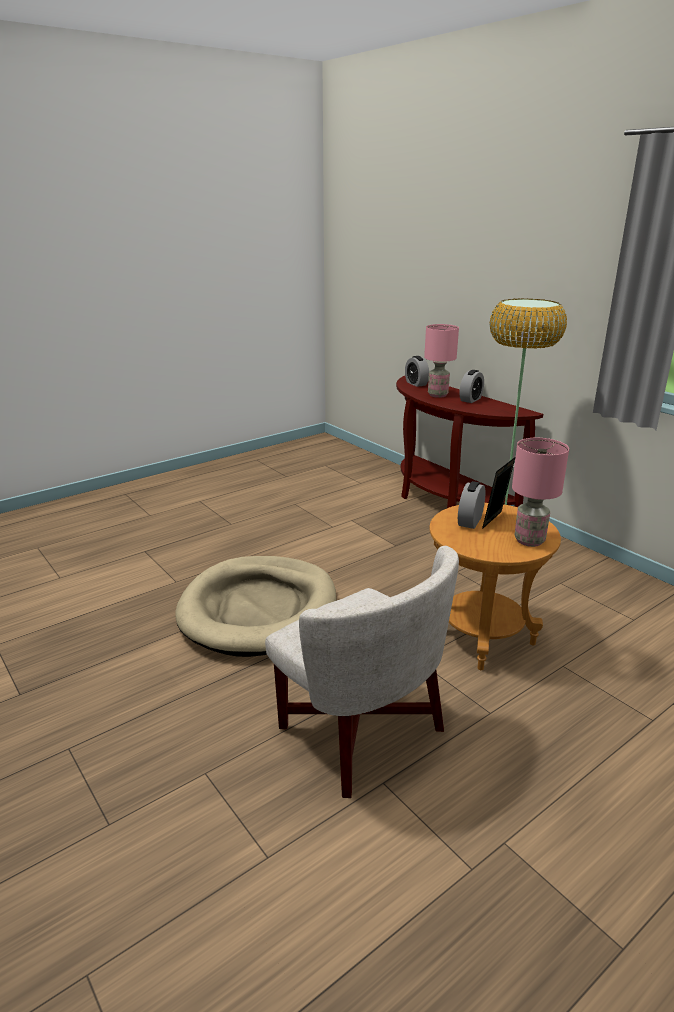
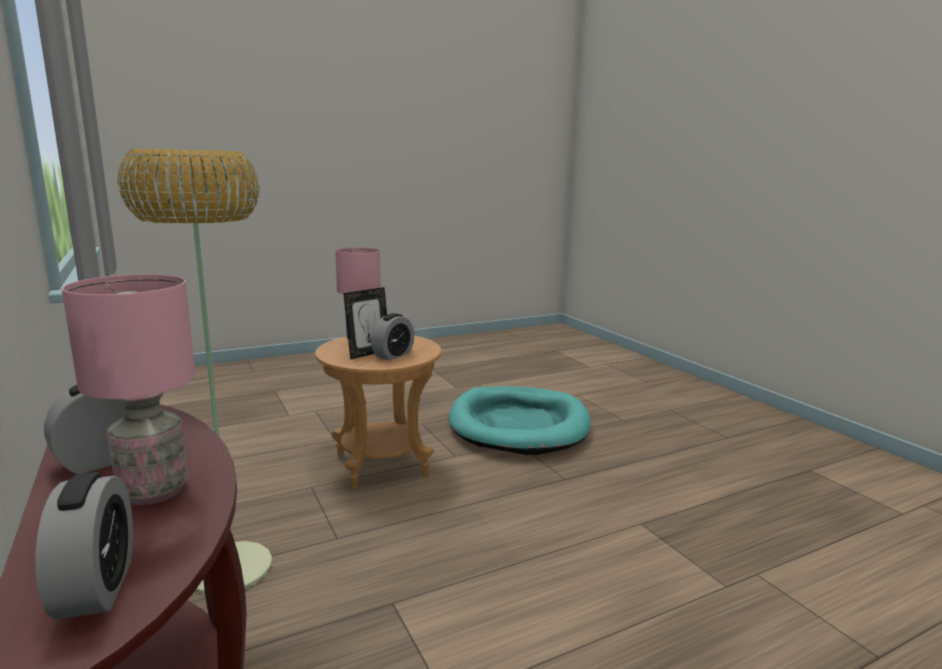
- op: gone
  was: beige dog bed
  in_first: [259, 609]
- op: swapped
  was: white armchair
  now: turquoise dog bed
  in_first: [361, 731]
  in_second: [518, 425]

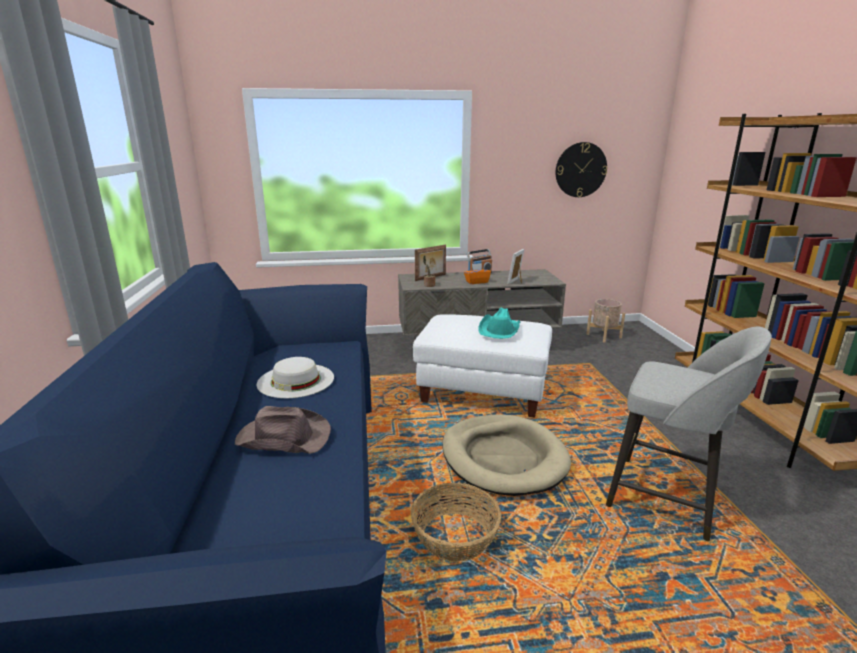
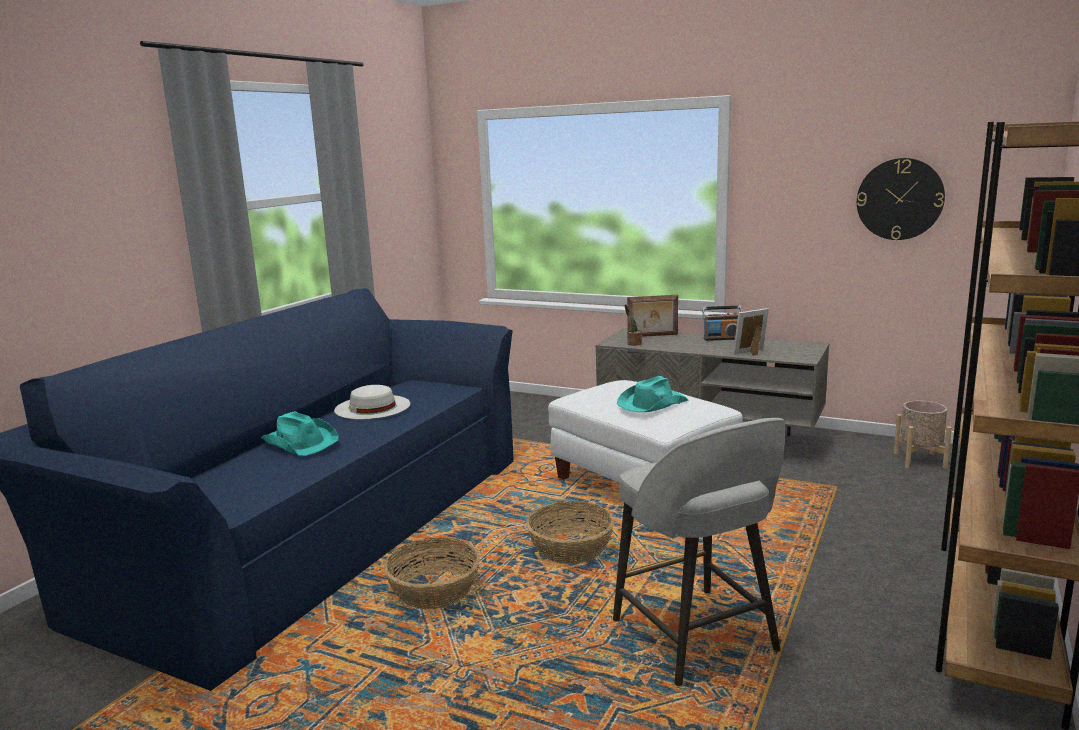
- op: gone
  was: orange tissue box
  in_first: [476, 282]
- op: swapped
  was: beige dog bed
  now: basket
  in_first: [503, 458]
  in_second: [570, 548]
- op: repainted
  was: brown hat
  now: turquoise hat
  in_first: [283, 437]
  in_second: [300, 442]

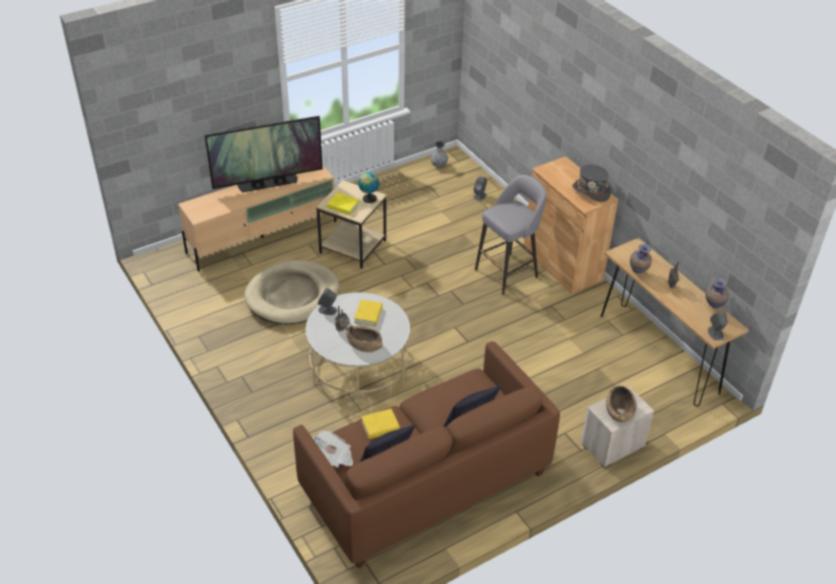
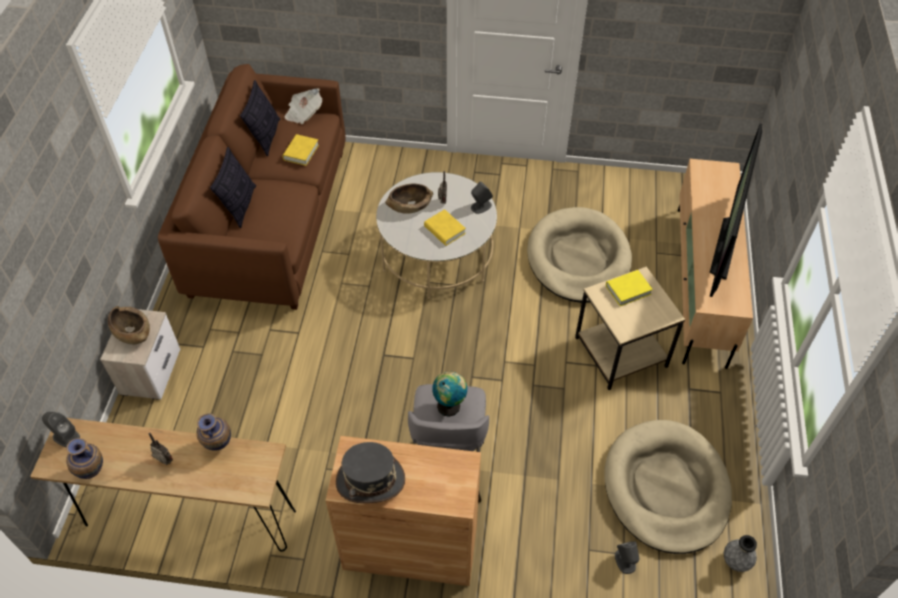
- op: new
  now: beige dog bed
  in_second: [666, 488]
- op: shifted
  was: globe
  in_first: [368, 198]
  in_second: [450, 405]

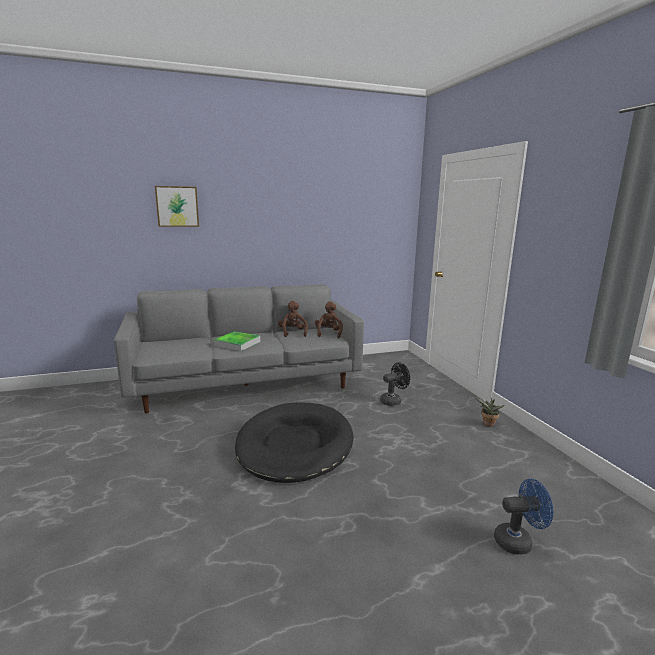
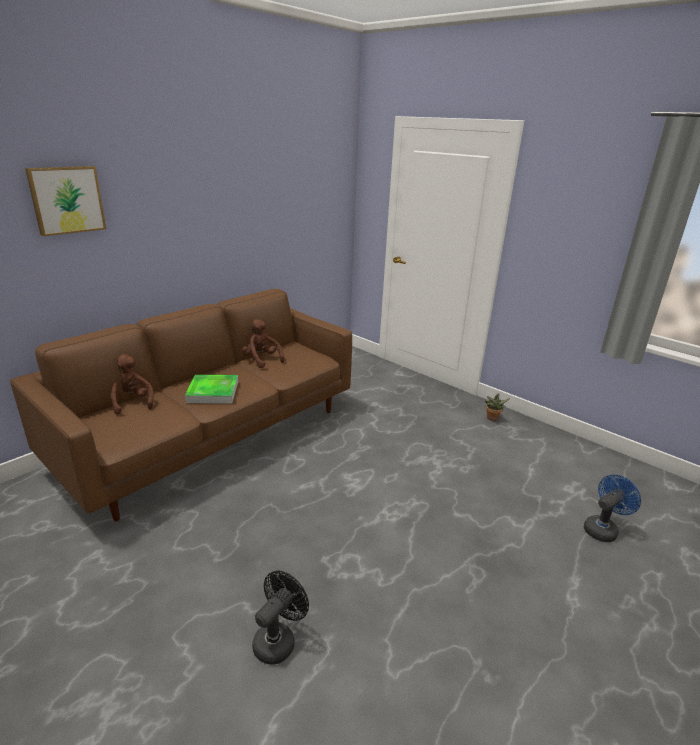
- op: gone
  was: black dog bed
  in_first: [295, 445]
- op: shifted
  was: brown plush toy
  in_first: [328, 333]
  in_second: [131, 402]
- op: shifted
  was: black fan
  in_first: [393, 401]
  in_second: [278, 639]
- op: repainted
  was: grey sofa
  now: brown sofa
  in_first: [246, 385]
  in_second: [213, 438]

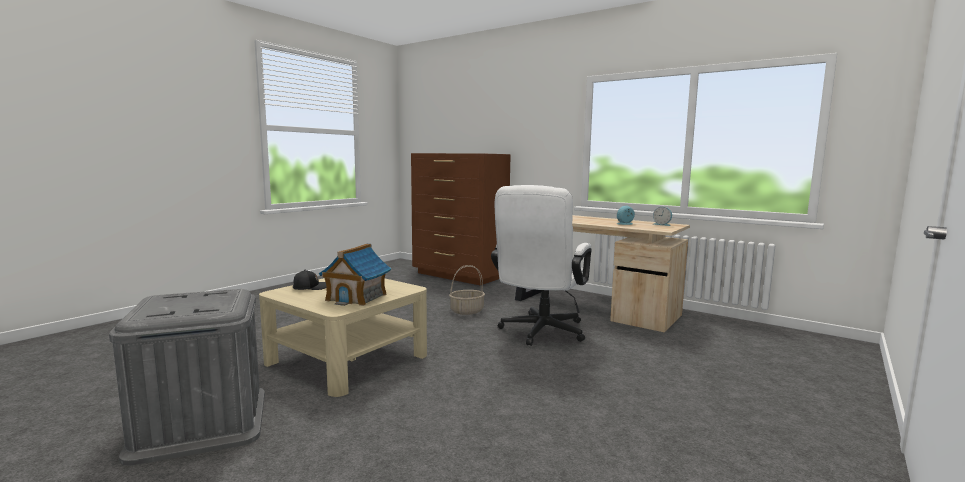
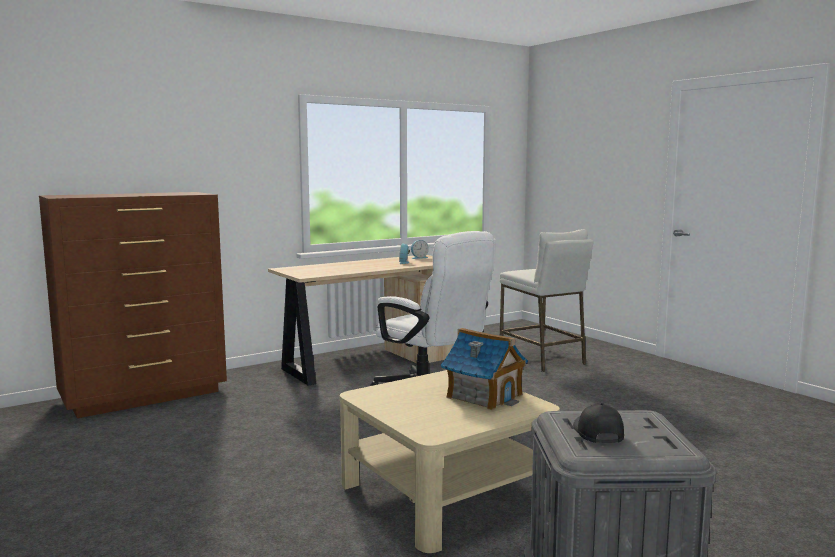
- op: gone
  was: basket
  in_first: [467, 311]
- op: new
  now: white stool
  in_second: [542, 359]
- op: shifted
  was: black cap
  in_first: [311, 287]
  in_second: [596, 433]

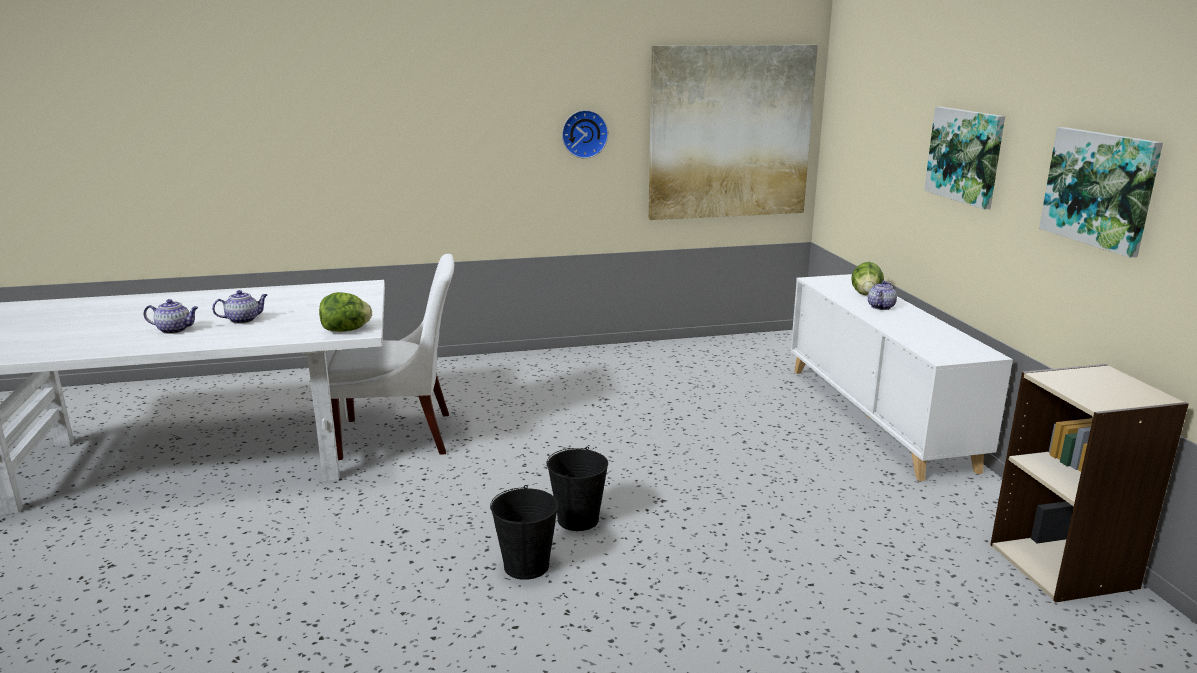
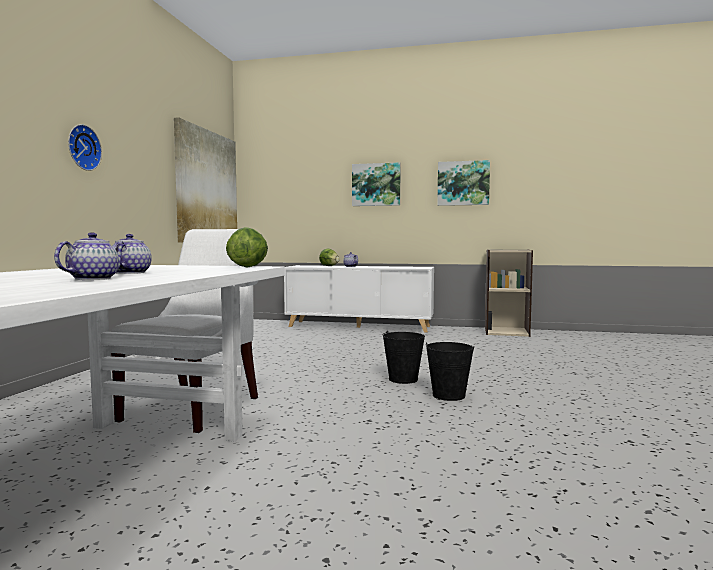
- op: shifted
  was: wall clock
  in_first: [584, 133]
  in_second: [82, 147]

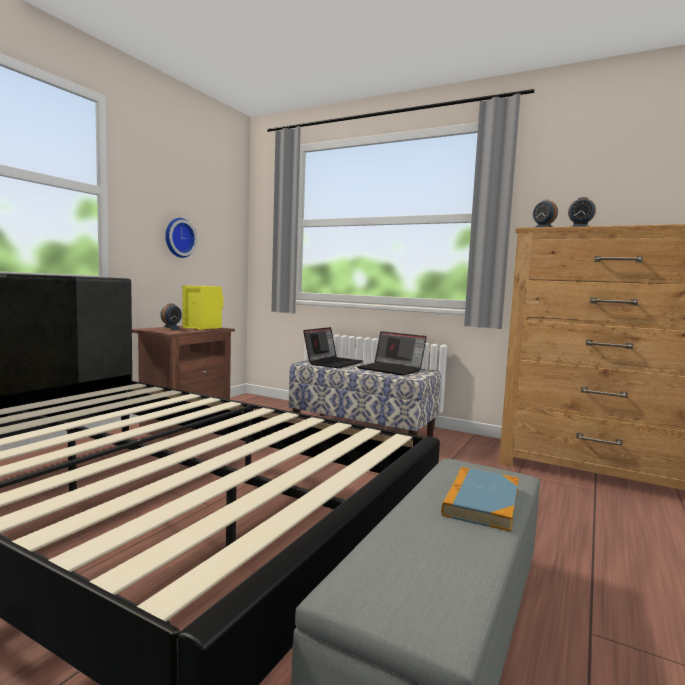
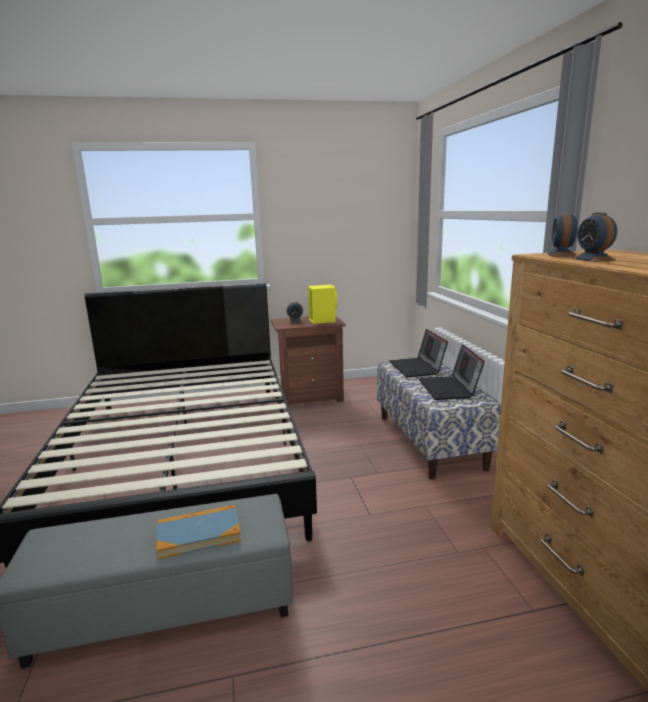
- op: gone
  was: wall clock
  in_first: [178, 238]
- op: rotated
  was: laptop
  in_first: [333, 363]
  in_second: [417, 368]
  clockwise: 90

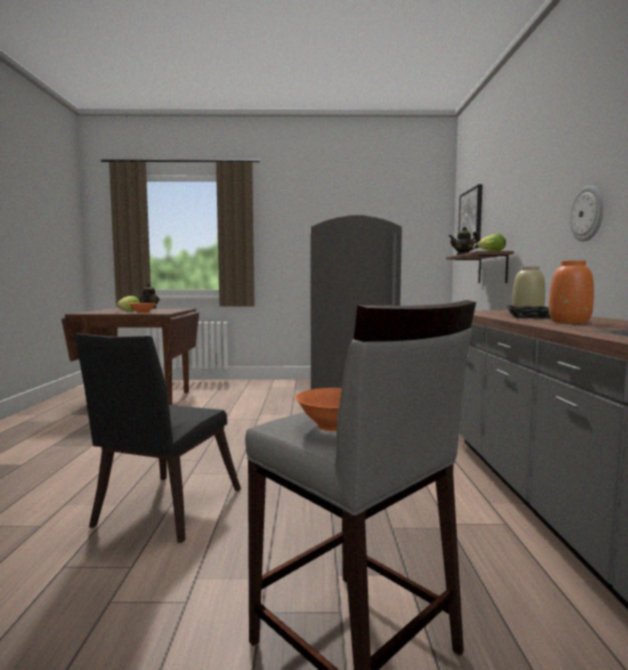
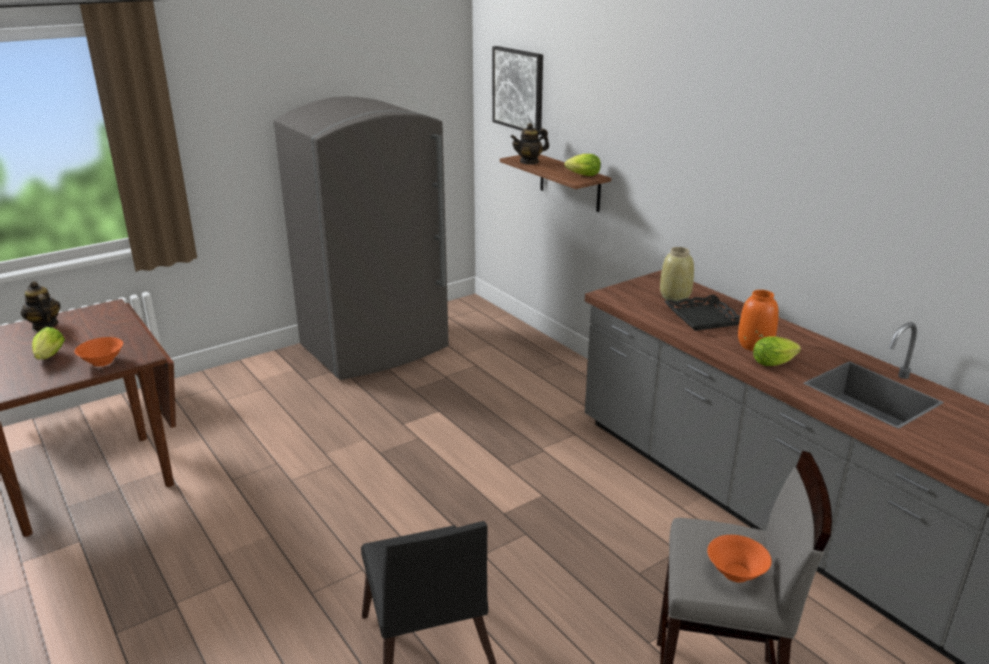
- op: gone
  was: wall clock
  in_first: [588, 214]
- op: new
  now: lettuce
  in_second: [775, 363]

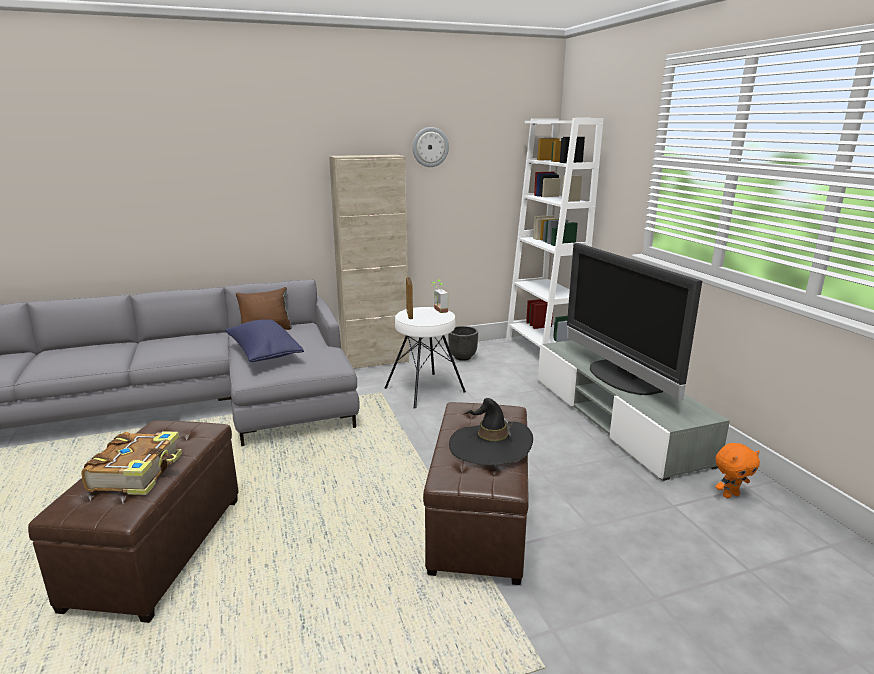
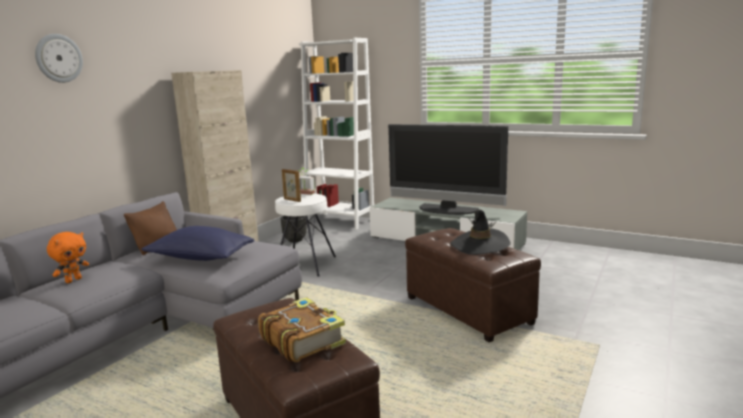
- op: shifted
  was: wall clock
  in_first: [430, 147]
  in_second: [58, 58]
- op: shifted
  was: orange plush toy
  in_first: [730, 495]
  in_second: [73, 280]

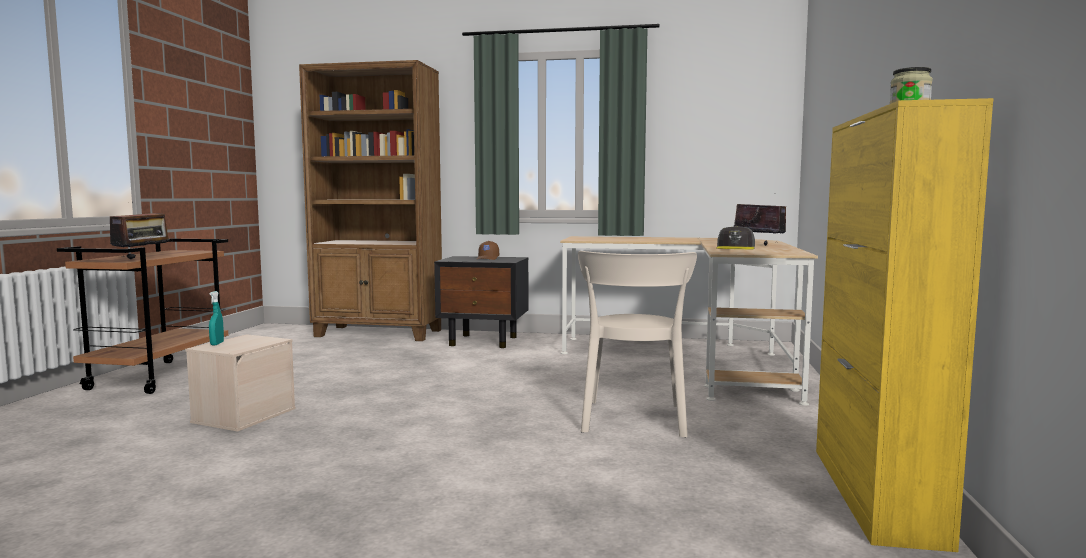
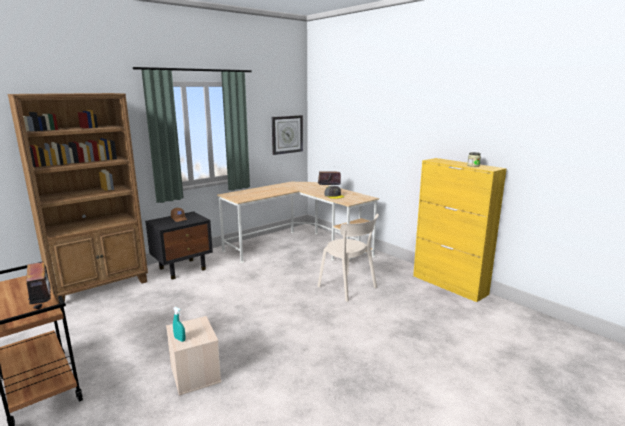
- op: new
  now: wall clock
  in_second: [287, 134]

